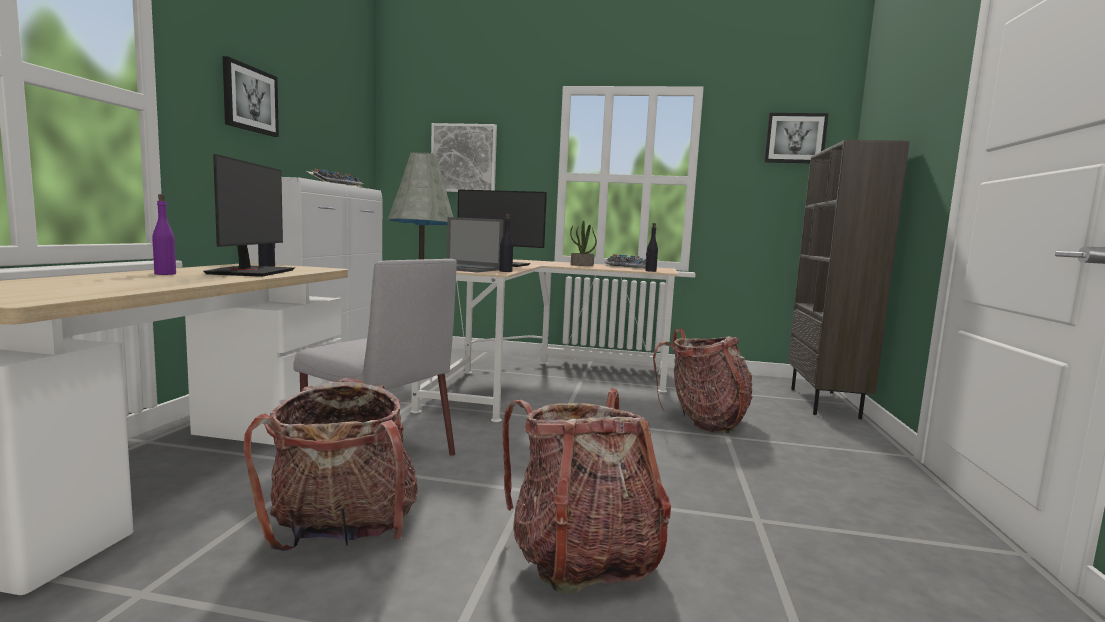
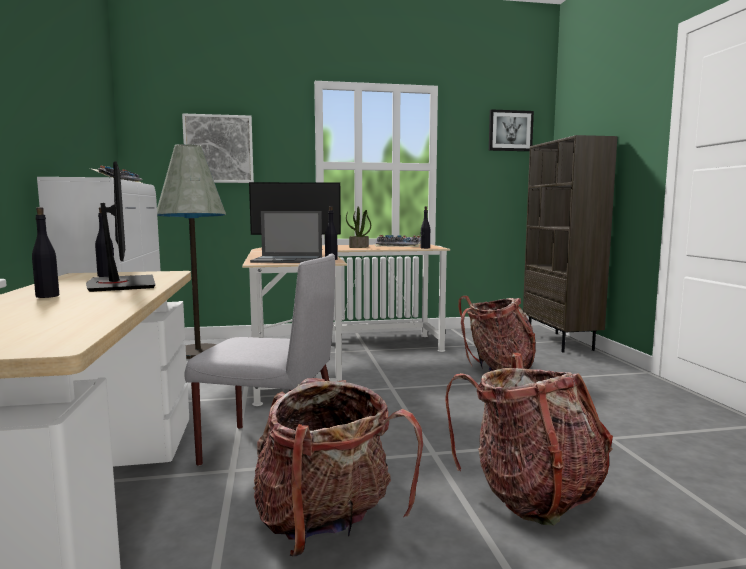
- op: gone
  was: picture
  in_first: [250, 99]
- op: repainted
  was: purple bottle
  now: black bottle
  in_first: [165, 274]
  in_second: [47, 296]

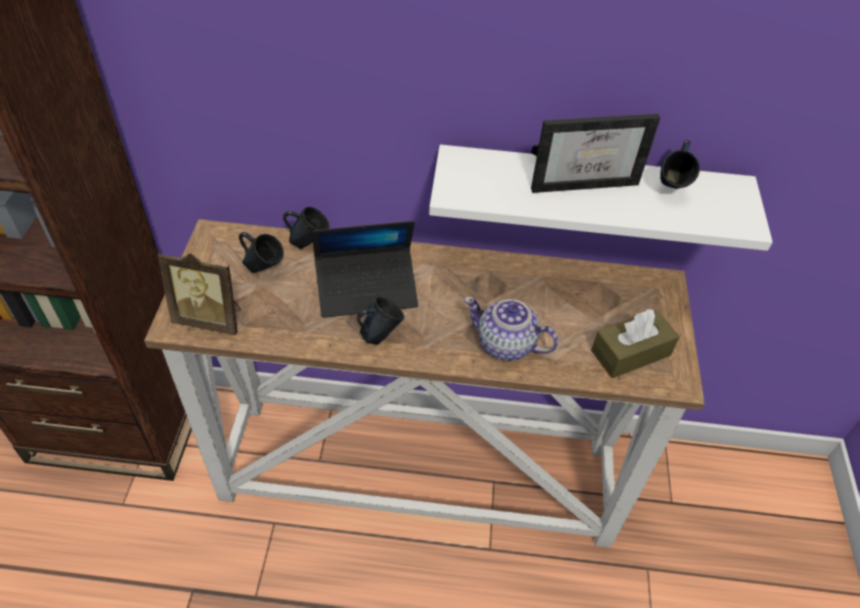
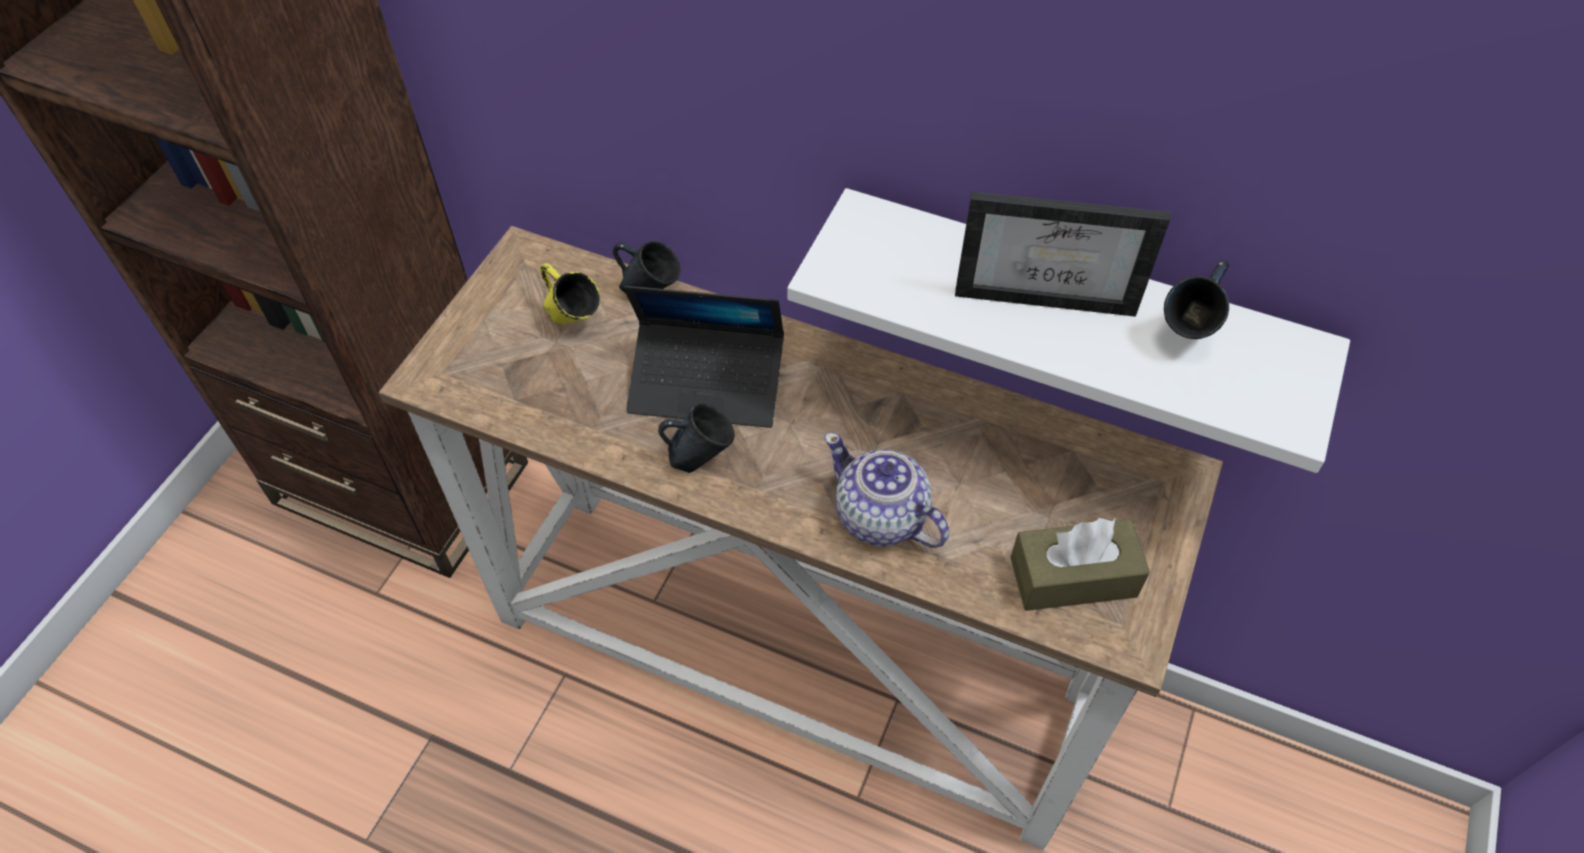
- op: gone
  was: picture frame
  in_first: [210, 319]
- op: repainted
  was: blue mug
  now: yellow mug
  in_first: [263, 269]
  in_second: [573, 321]

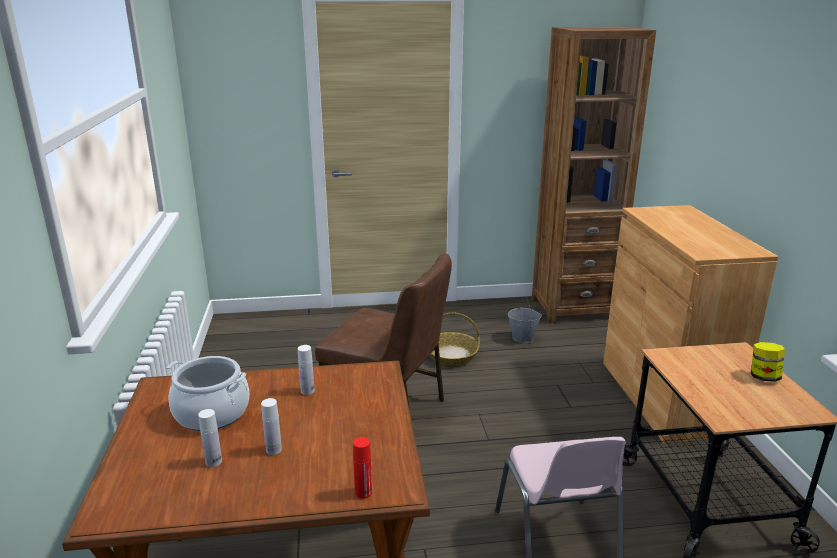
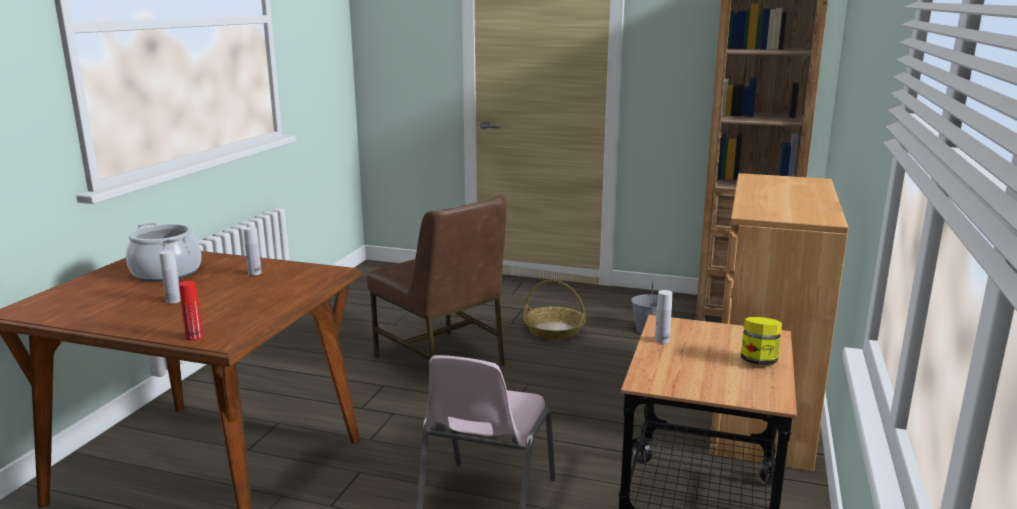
- op: shifted
  was: white bottle
  in_first: [213, 461]
  in_second: [662, 340]

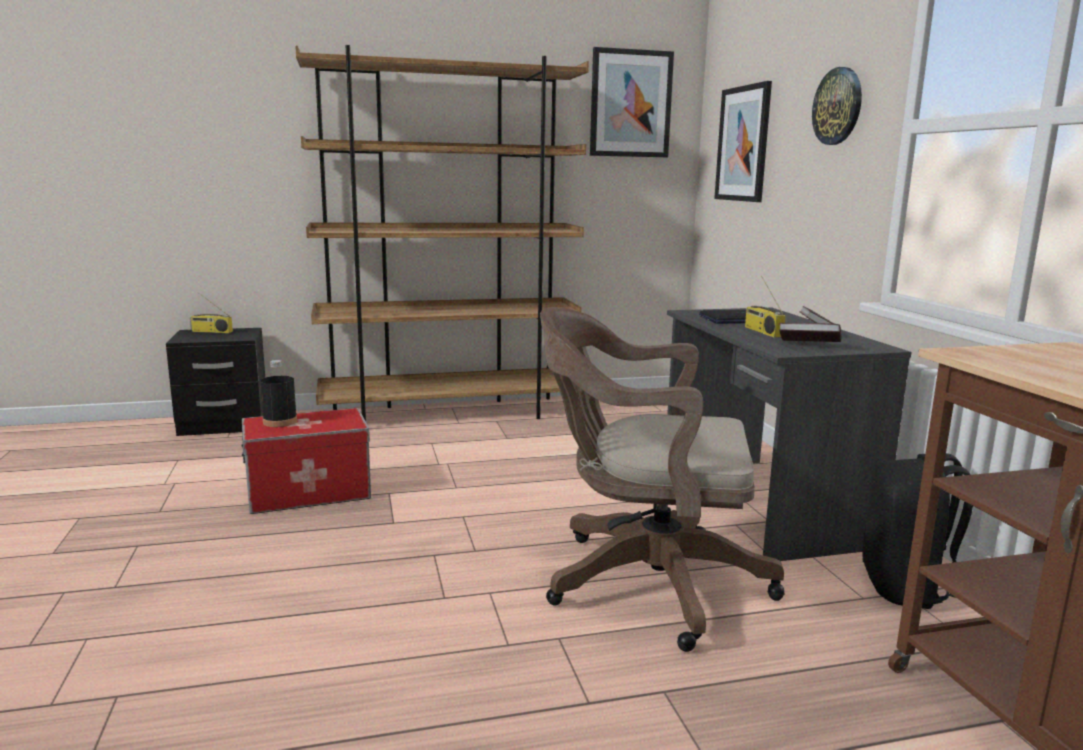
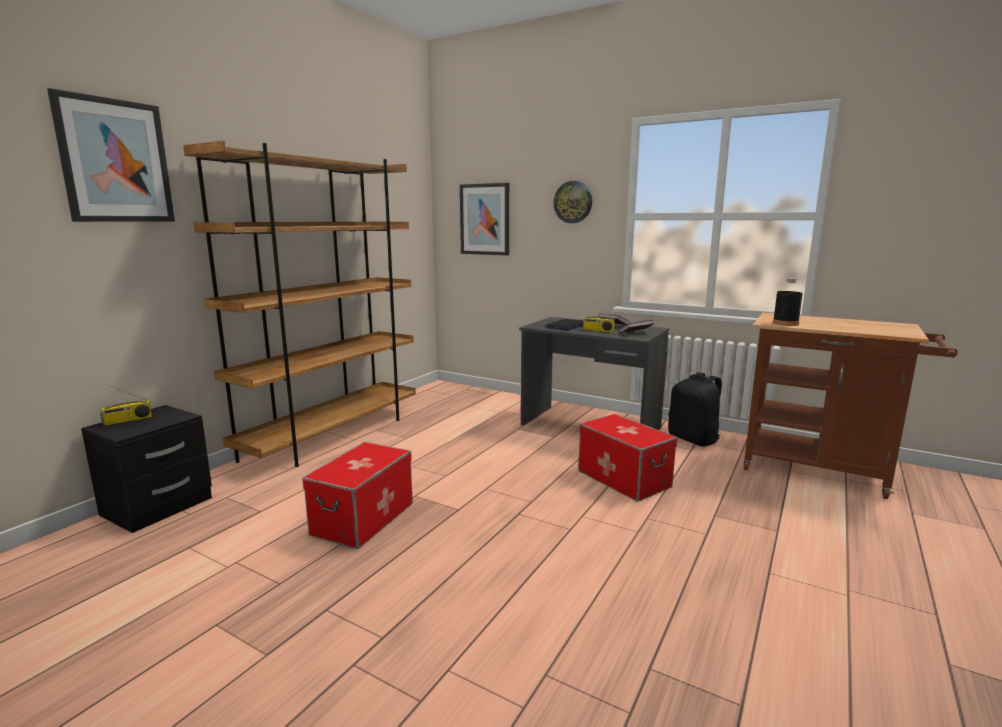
- op: shifted
  was: black bottle
  in_first: [280, 422]
  in_second: [785, 323]
- op: shifted
  was: picture
  in_first: [630, 104]
  in_second: [115, 161]
- op: swapped
  was: brown office chair
  now: storage box
  in_first: [644, 582]
  in_second: [623, 479]

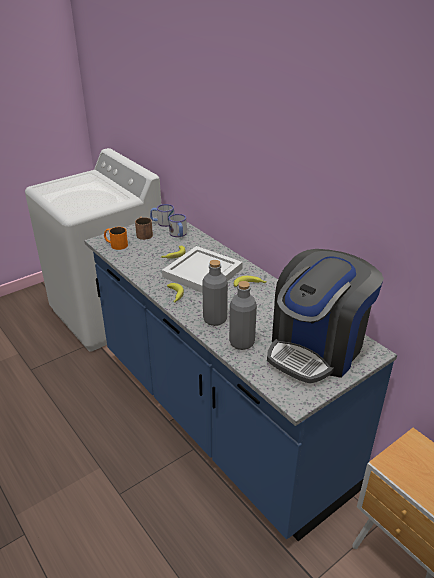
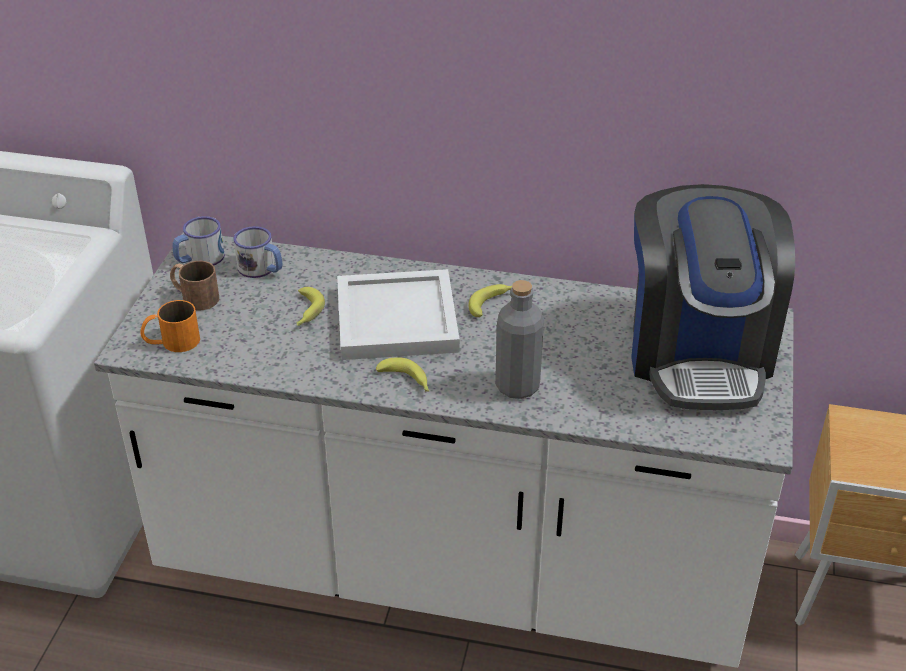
- op: gone
  was: grey bottle
  in_first: [242, 343]
- op: repainted
  was: blue counter
  now: white counter
  in_first: [217, 418]
  in_second: [453, 571]

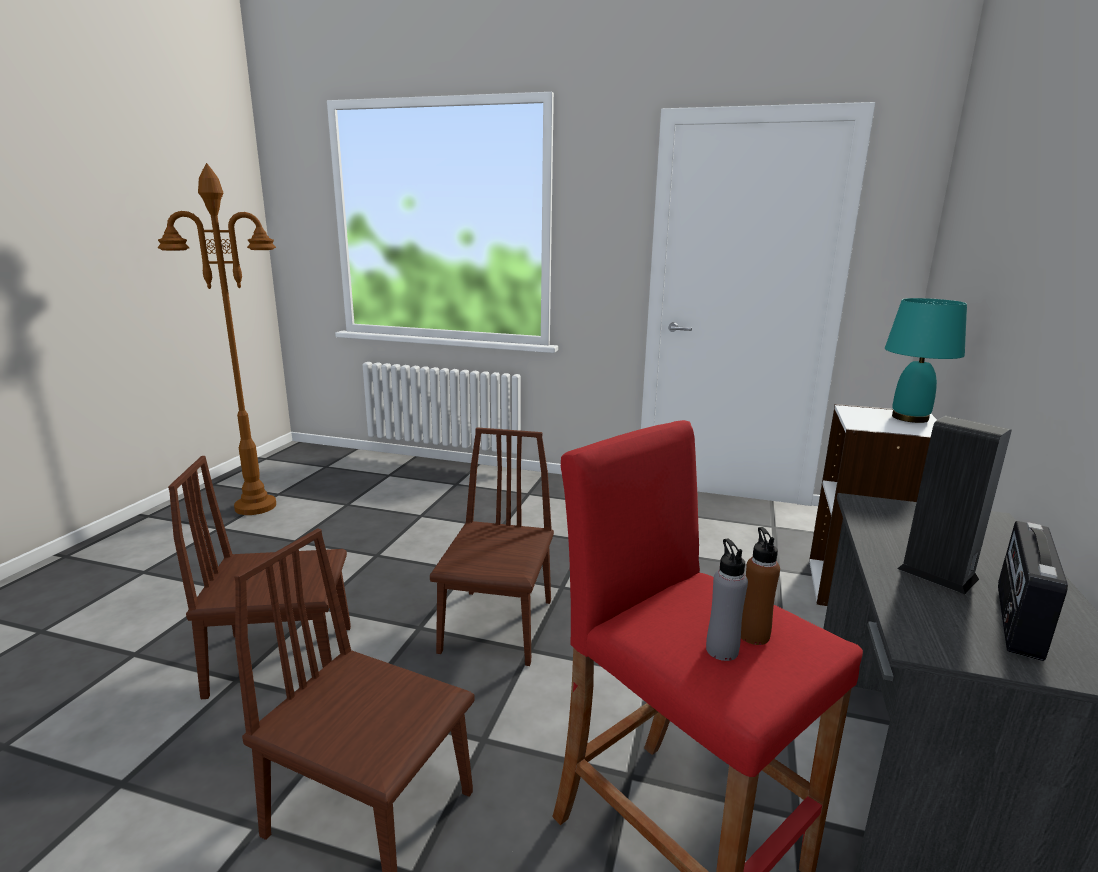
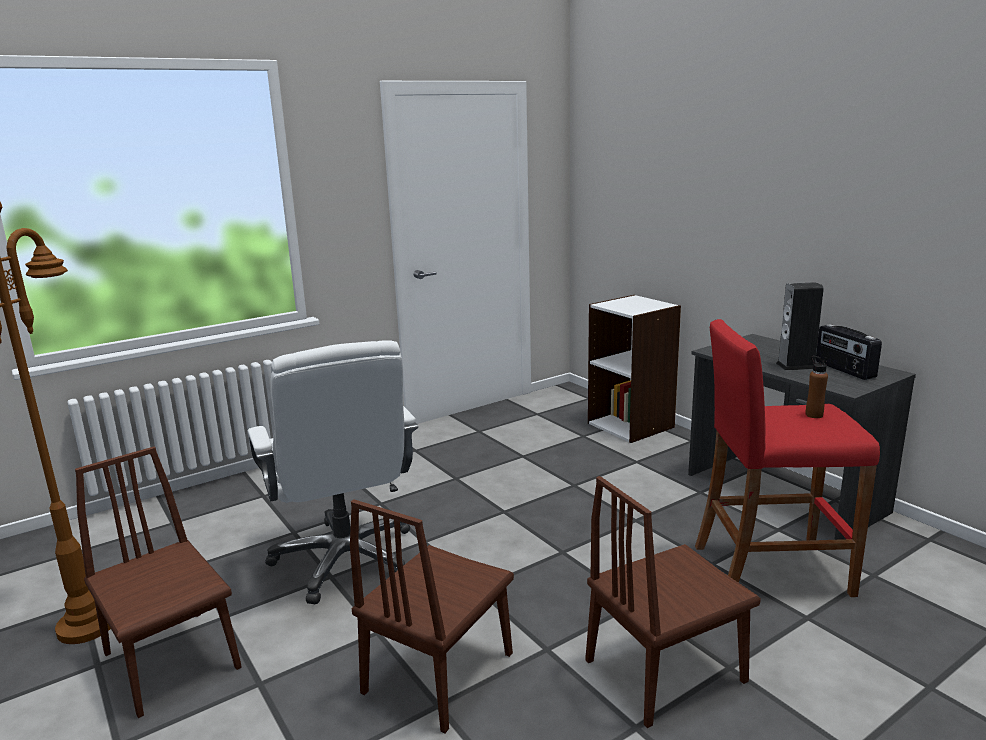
- op: gone
  was: grey bottle
  in_first: [722, 650]
- op: gone
  was: turquoise table lamp
  in_first: [909, 418]
- op: new
  now: white office chair
  in_second: [346, 559]
- op: shifted
  was: brown chair
  in_first: [497, 625]
  in_second: [172, 660]

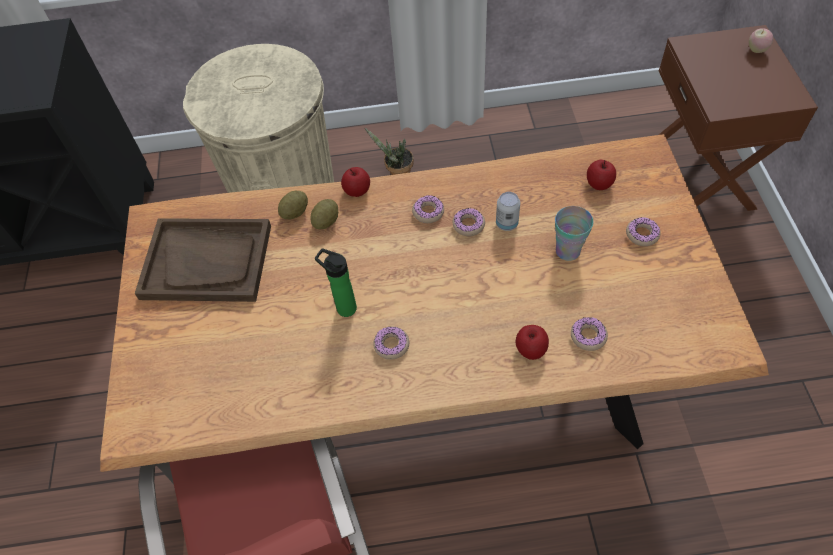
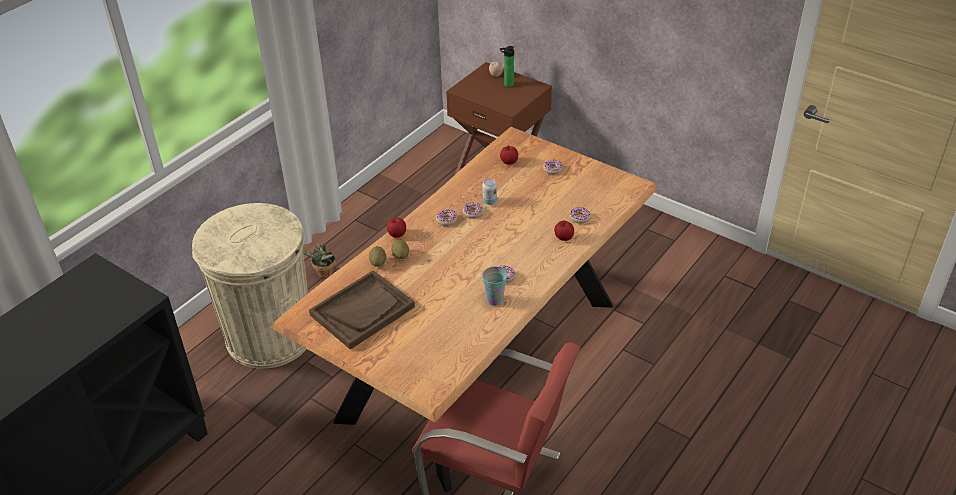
- op: shifted
  was: bottle
  in_first: [343, 307]
  in_second: [507, 85]
- op: shifted
  was: cup
  in_first: [567, 251]
  in_second: [494, 300]

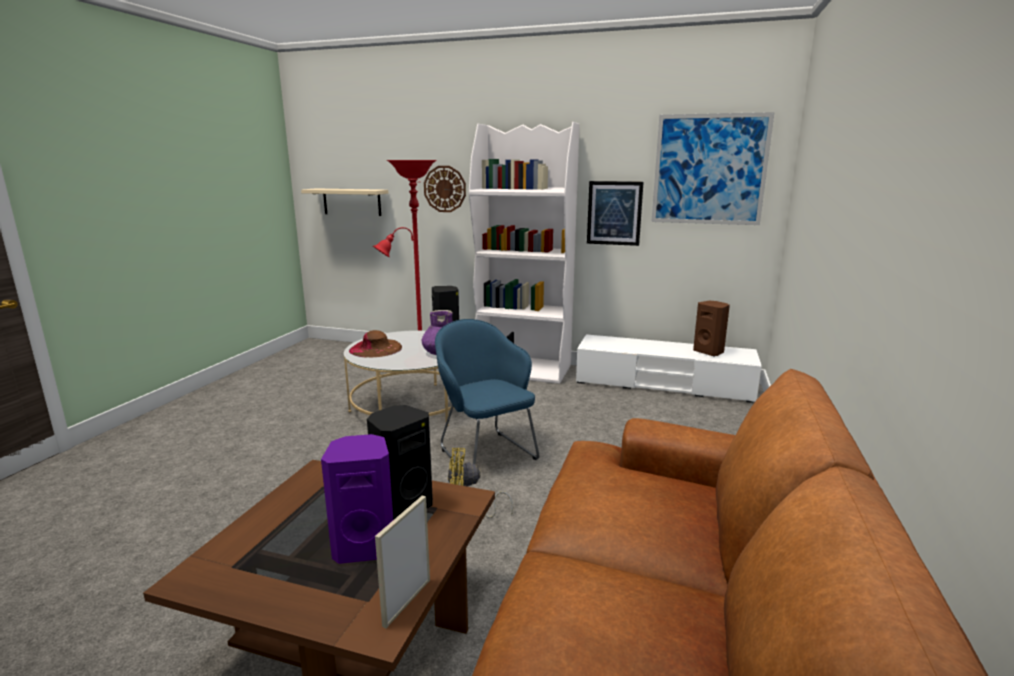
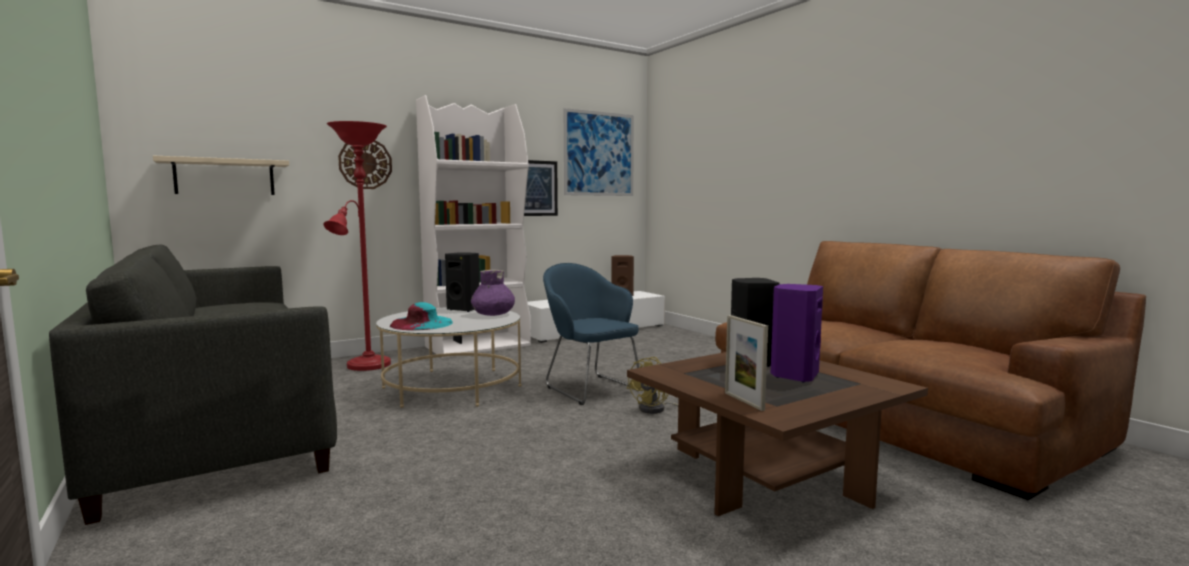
- op: new
  now: grey sofa
  in_second: [215, 421]
- op: shifted
  was: picture frame
  in_first: [407, 602]
  in_second: [744, 401]
- op: repainted
  was: brown hat
  now: turquoise hat
  in_first: [375, 348]
  in_second: [421, 324]
- op: rotated
  was: blue armchair
  in_first: [485, 452]
  in_second: [589, 388]
  clockwise: 45

